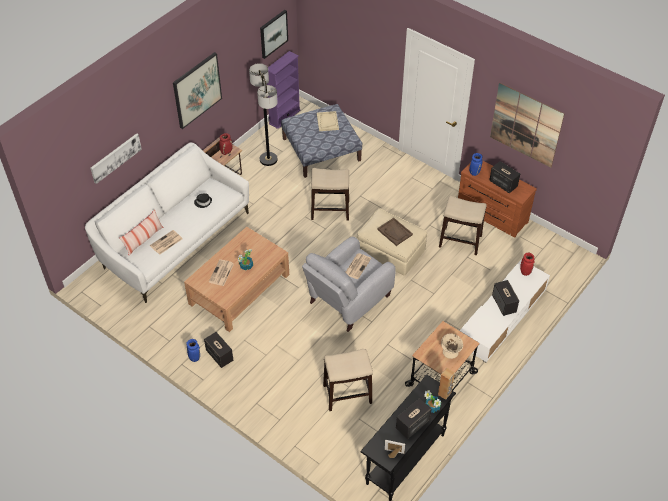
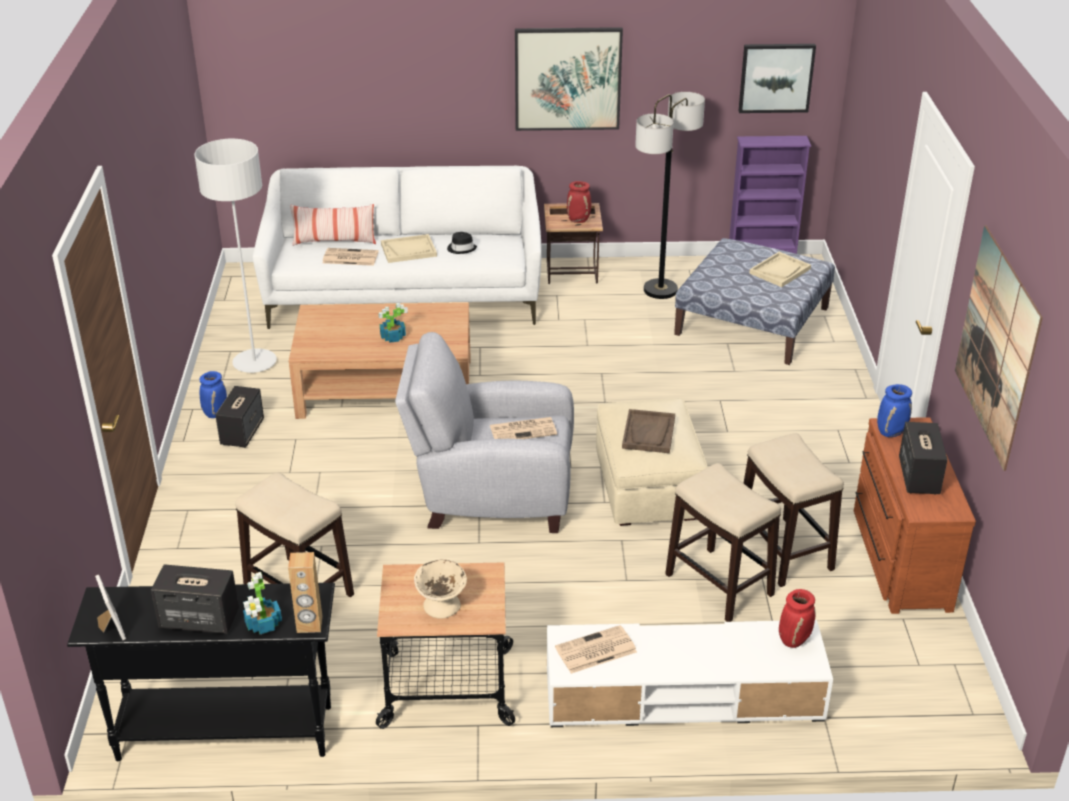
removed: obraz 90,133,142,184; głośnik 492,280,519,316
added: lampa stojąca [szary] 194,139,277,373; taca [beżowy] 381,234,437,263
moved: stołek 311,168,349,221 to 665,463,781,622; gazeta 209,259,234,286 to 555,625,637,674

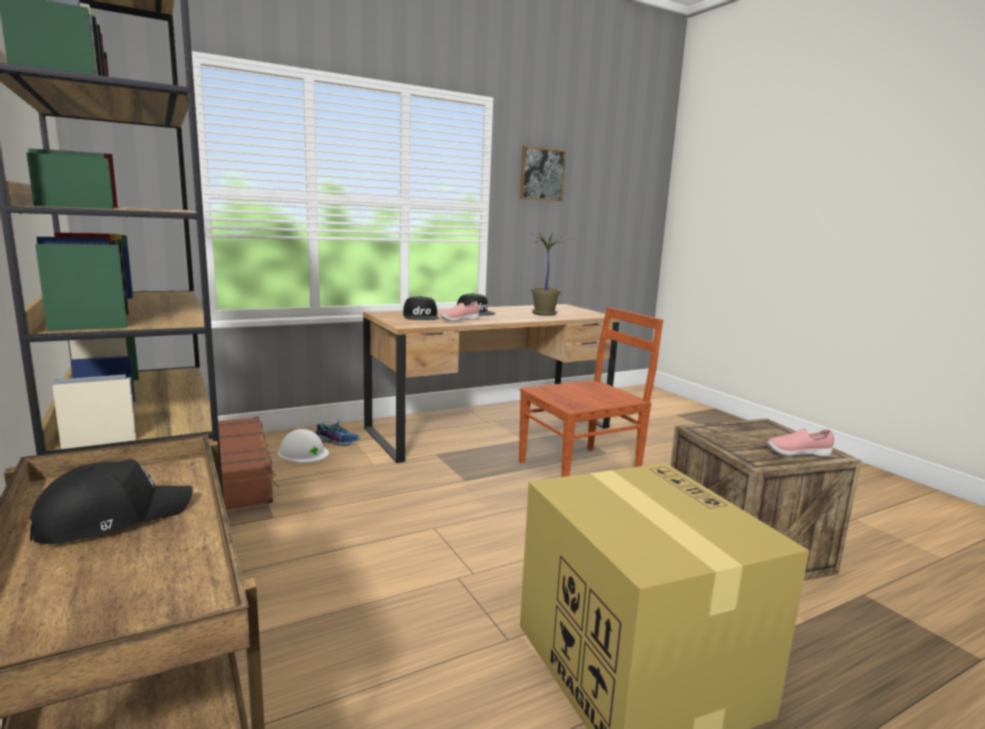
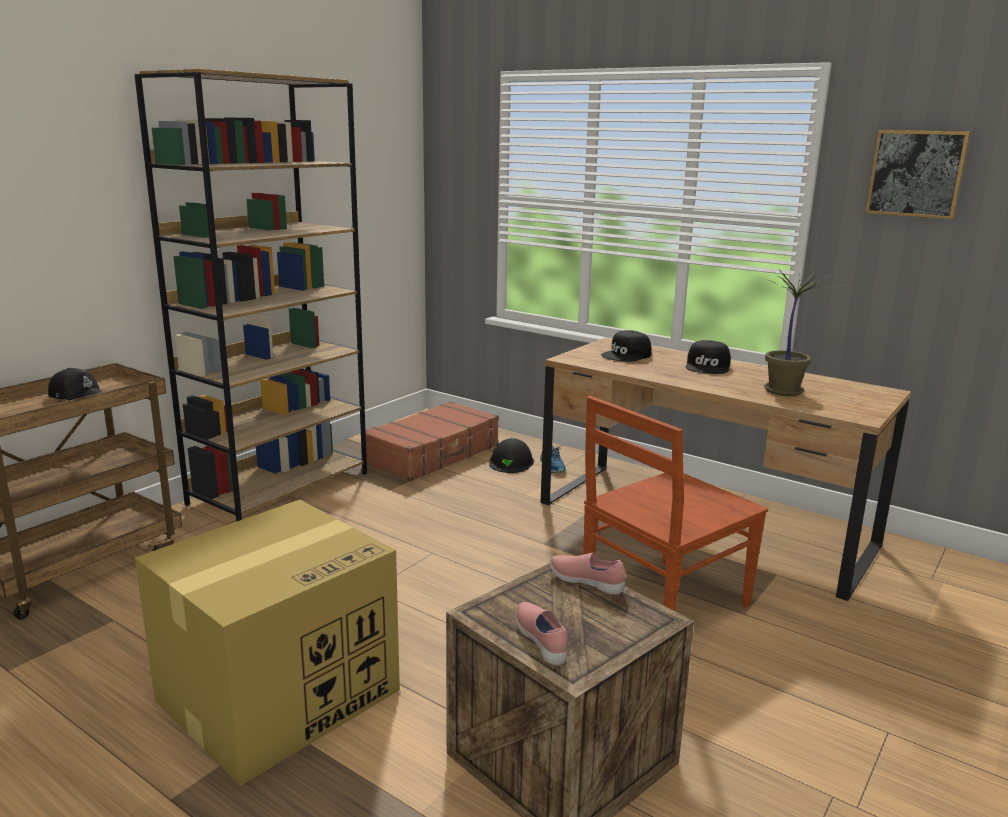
moved: but [różowy] 440,301,479,321 to 550,553,625,595
recoloured: kask [biały] 278,429,329,463 to kask [czarny] 489,438,534,473
turned: krzesło [brązowy] 519,307,663,477 = 583,396,768,612 105 degrees clockwise

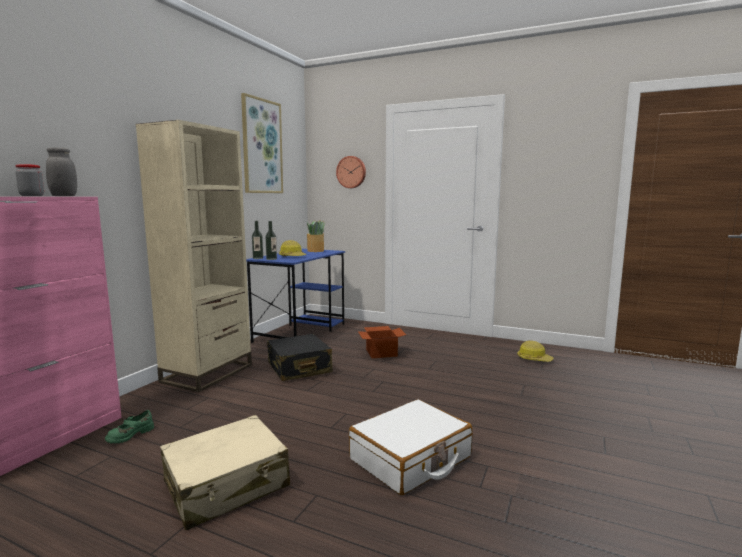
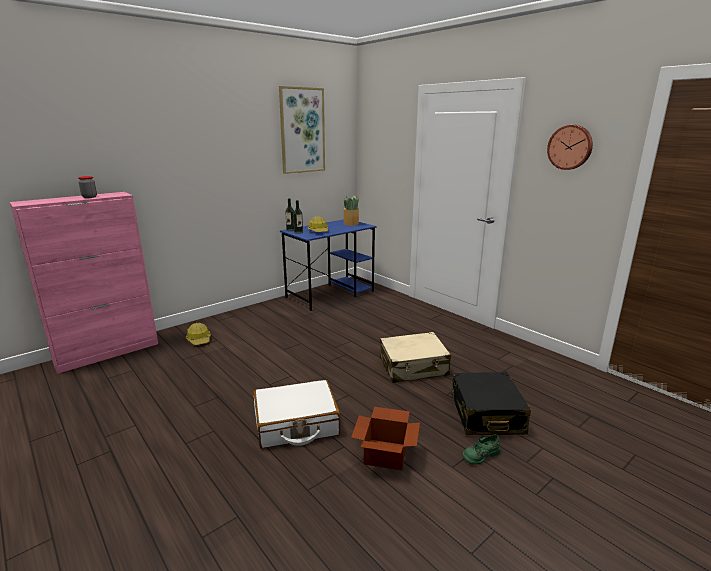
removed: regał [beżowy] 136,120,252,392; słoik [szary] 46,147,77,196
moved: zegar ścienny 336,156,366,188 to 547,125,593,170; karton 358,326,406,358 to 351,407,420,471; walizka [czarny] 267,334,333,381 to 452,372,531,435; kask 517,340,554,362 to 186,323,211,345; but [zielony] 105,410,154,444 to 462,435,500,465; walizka [beżowy] 160,415,290,530 to 380,332,451,383

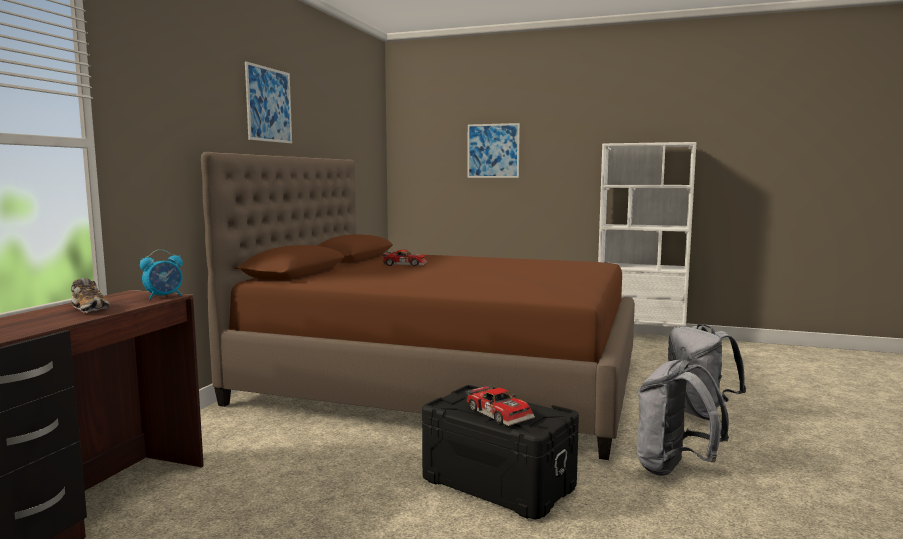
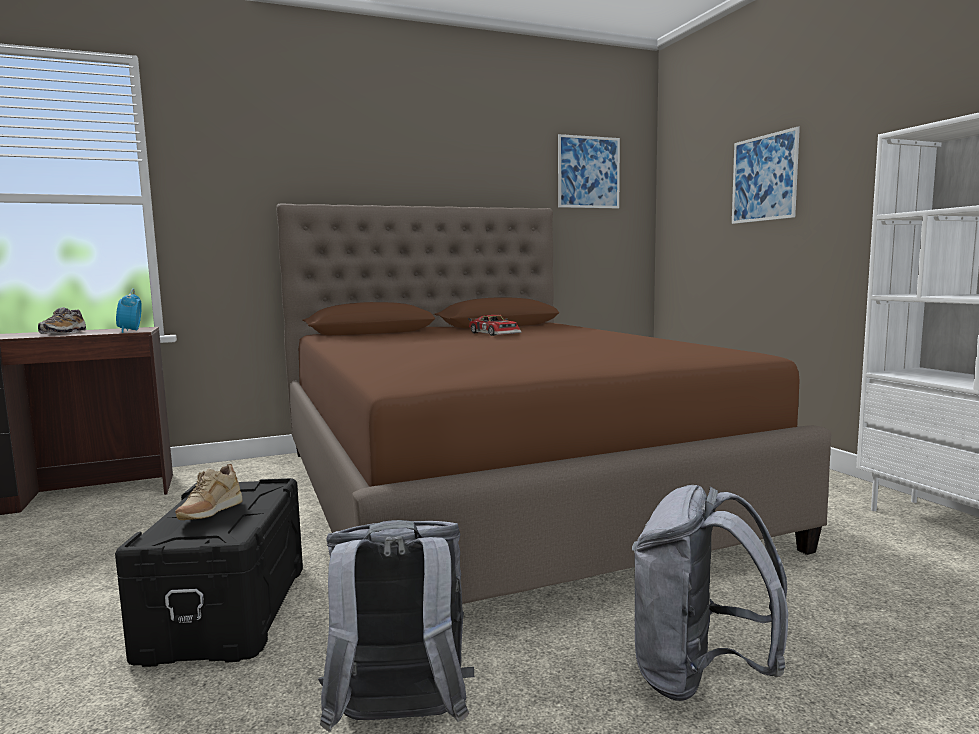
moved: obraz 245,61,292,143 to 558,134,620,208
replaced: samochodzik 465,384,535,426 to but [beżowy] 175,464,243,520
turned: budzik 140,249,183,300 = 116,288,142,333 60 degrees clockwise

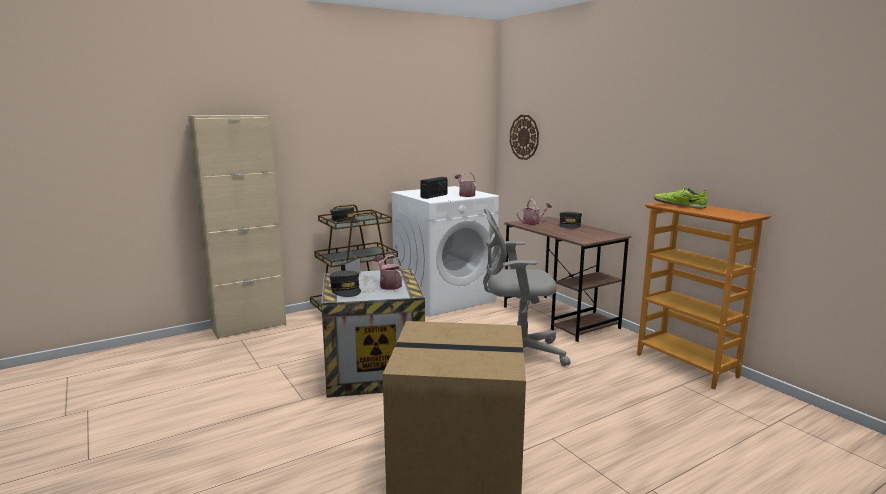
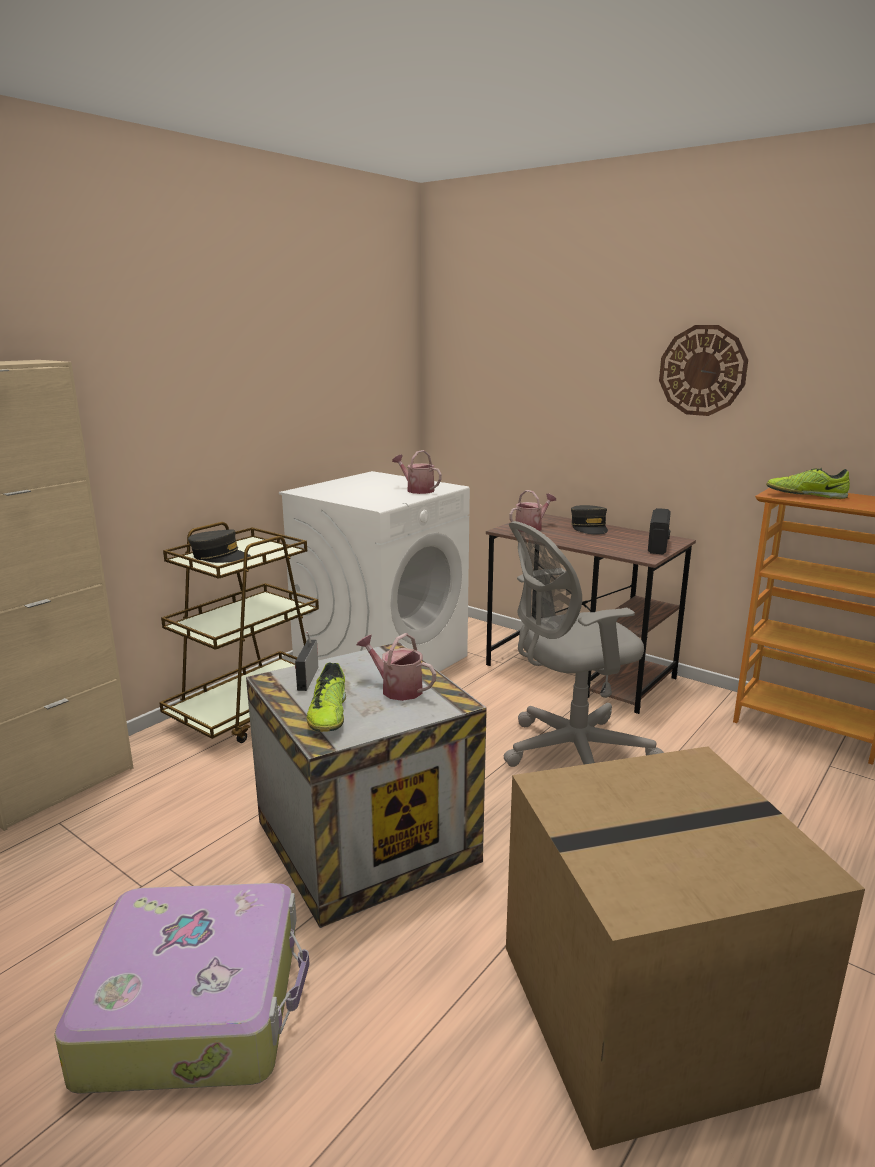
added: walizka 54,883,309,1094
moved: zegar ścienny 510,115,539,160 to 659,325,748,416; radio 420,177,447,199 to 648,508,671,554
replaced: czapka z daszkiem [szary] 329,271,361,297 to but 307,663,346,732

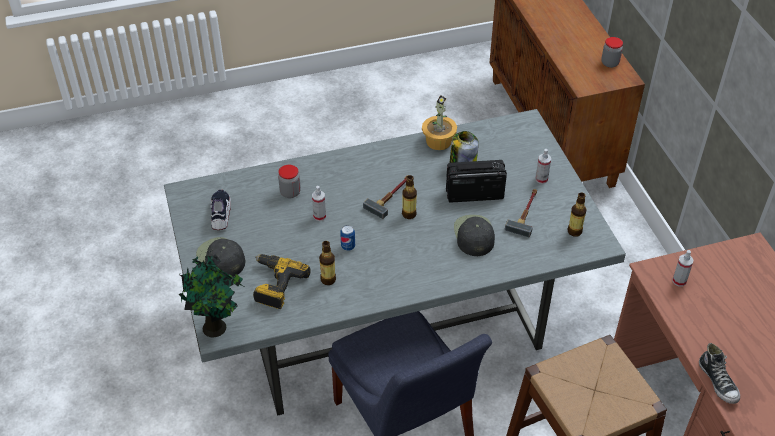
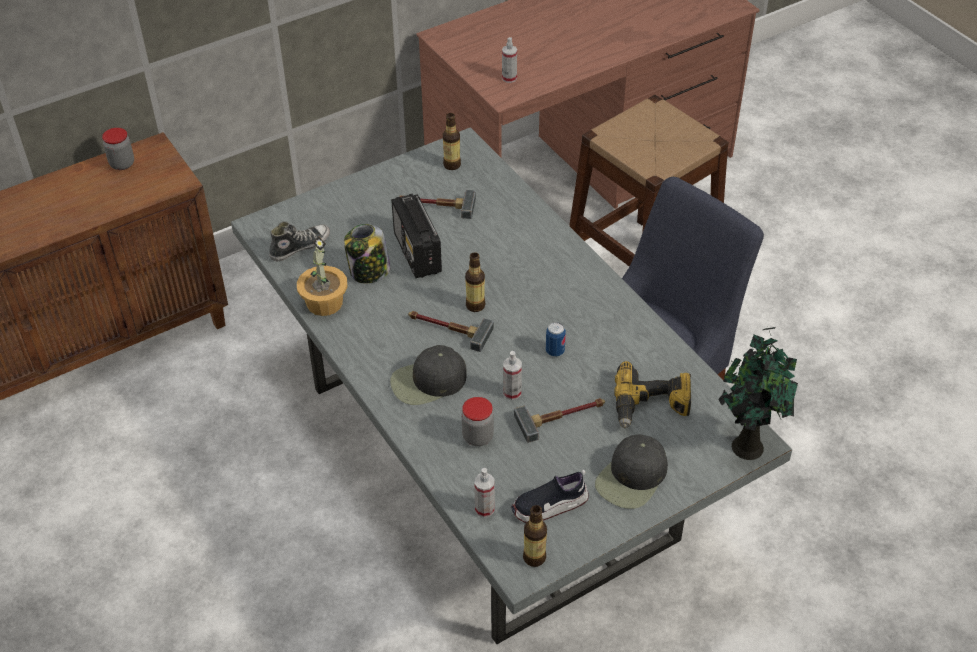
added: młotek 514,398,605,443
moved: spryskiwacz 536,149,551,184 to 474,468,495,517; czapka z daszkiem [czarny] 454,215,495,256 to 390,345,467,405; butelka 319,241,336,285 to 523,505,547,567; but 699,343,740,404 to 269,221,330,261

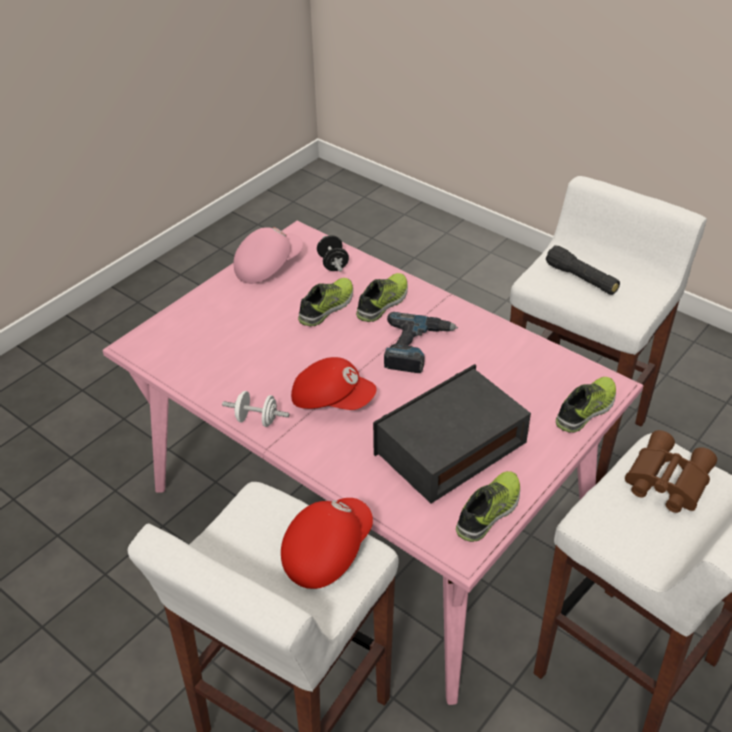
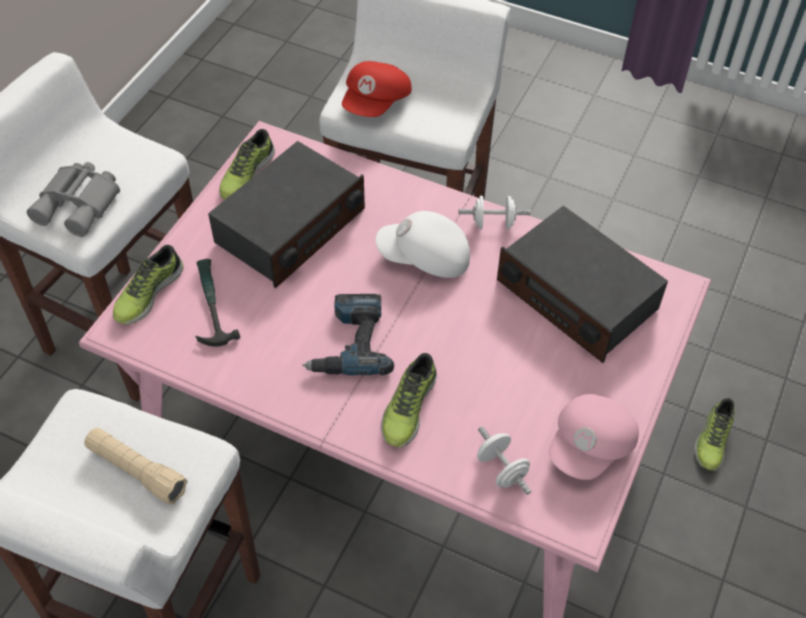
added: radio 497,206,668,363; młotek 195,259,240,347
moved: but 298,278,353,326 to 694,398,735,471
recoloured: hantel [czarny] 317,235,349,272 to hantel [biały] 477,426,531,495; latarka [czarny] 546,245,620,295 to latarka [beżowy] 84,428,188,504; czapka z daszkiem [czerwony] 291,357,376,410 to czapka z daszkiem [biały] 376,211,470,278; lornetka [brązowy] 625,430,717,513 to lornetka [szary] 27,162,120,237

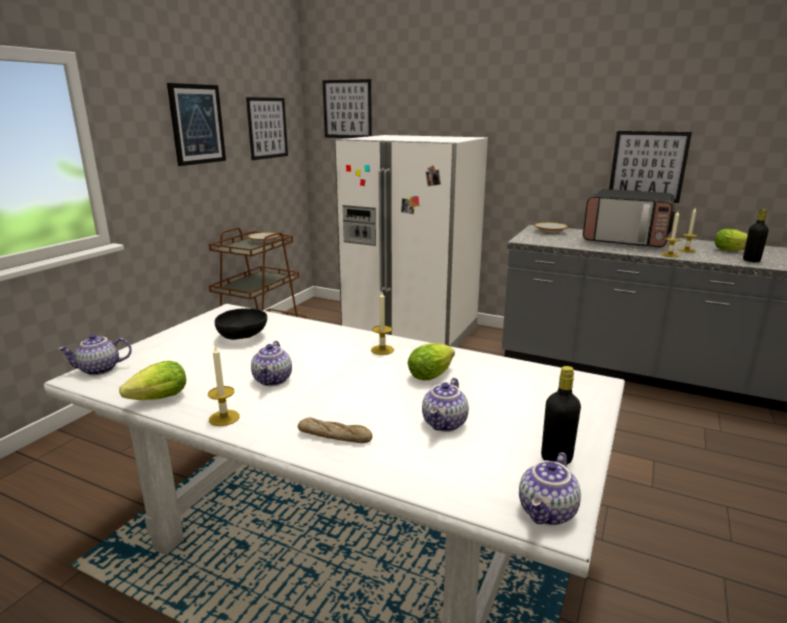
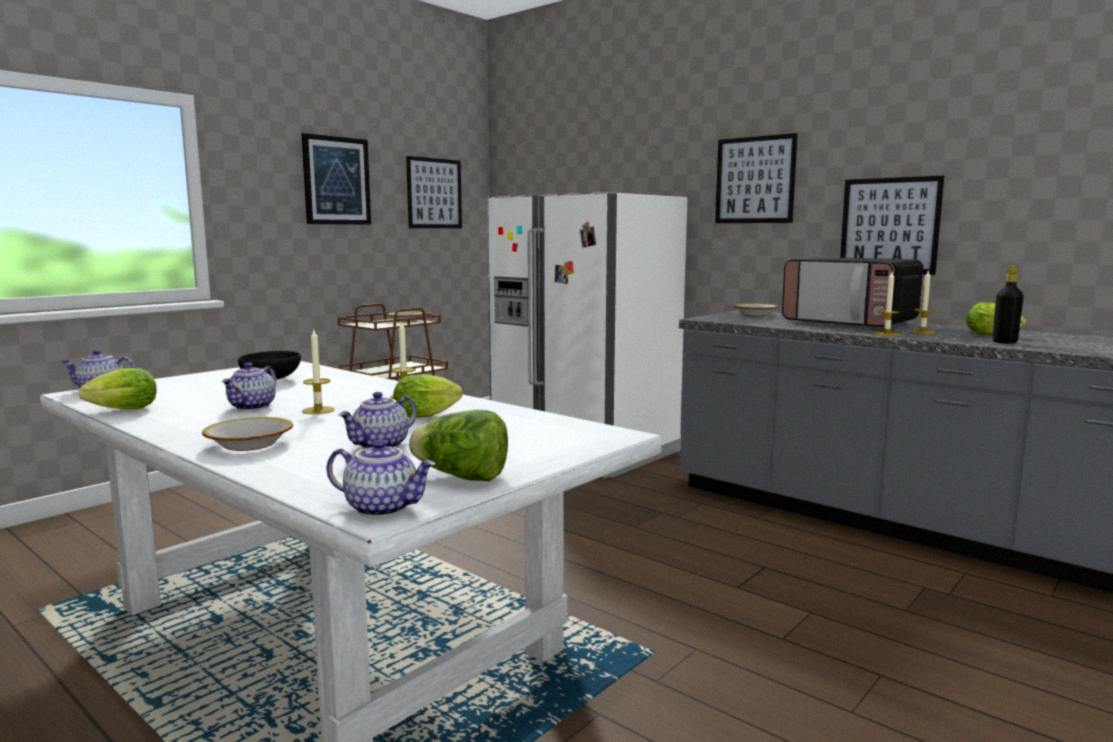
moved: obraz 322,79,372,138 to 715,133,798,223; świeca 208,345,240,426 to 302,330,335,414
replaced: butelka [czarny] 541,366,581,465 to sałata 409,410,508,481; chleb 298,417,372,443 to miska 202,417,293,451
turned: imbryk 519,452,581,525 = 327,439,436,517 120 degrees counterclockwise

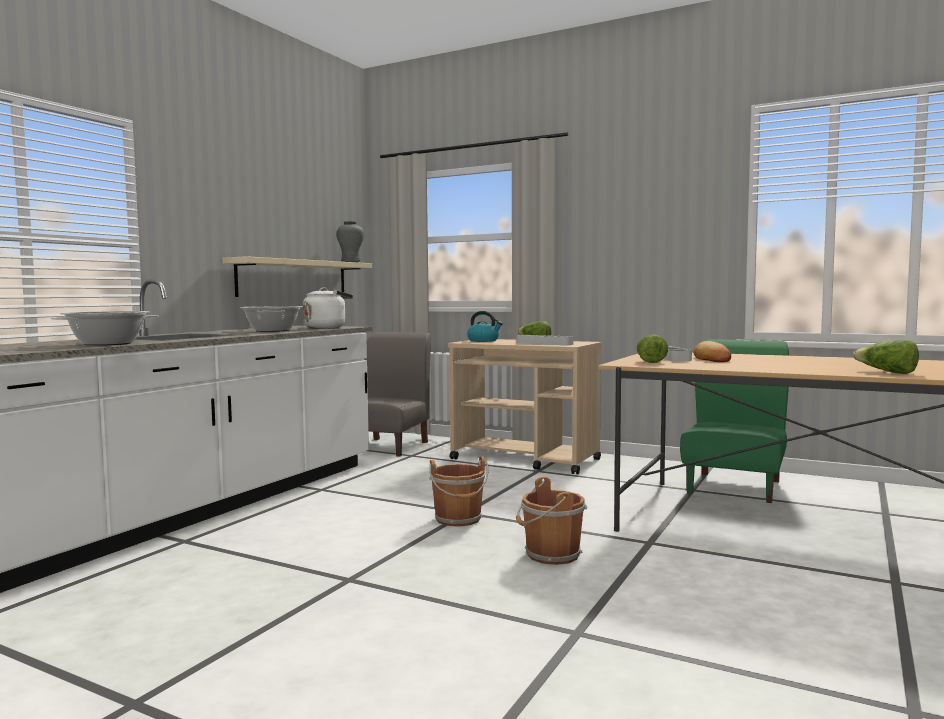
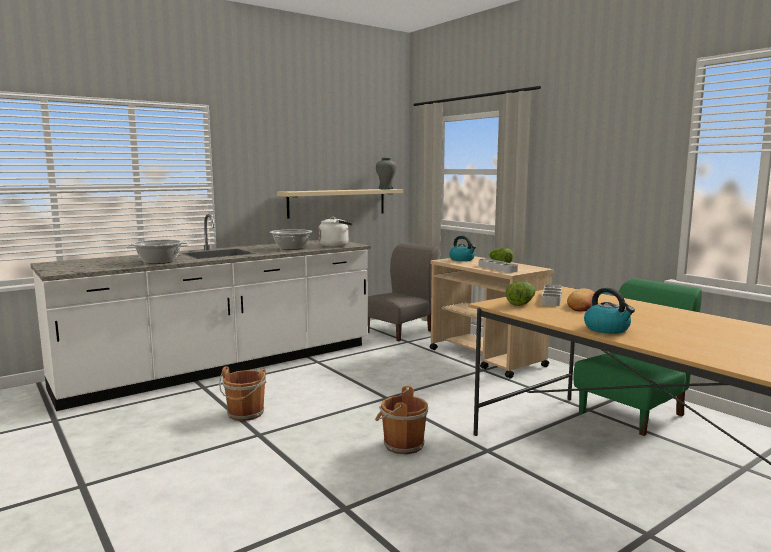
removed: sałata 853,340,919,374
added: czajnik 584,288,635,334
moved: wiadro [brązowy] 429,456,488,527 to 219,366,266,421

